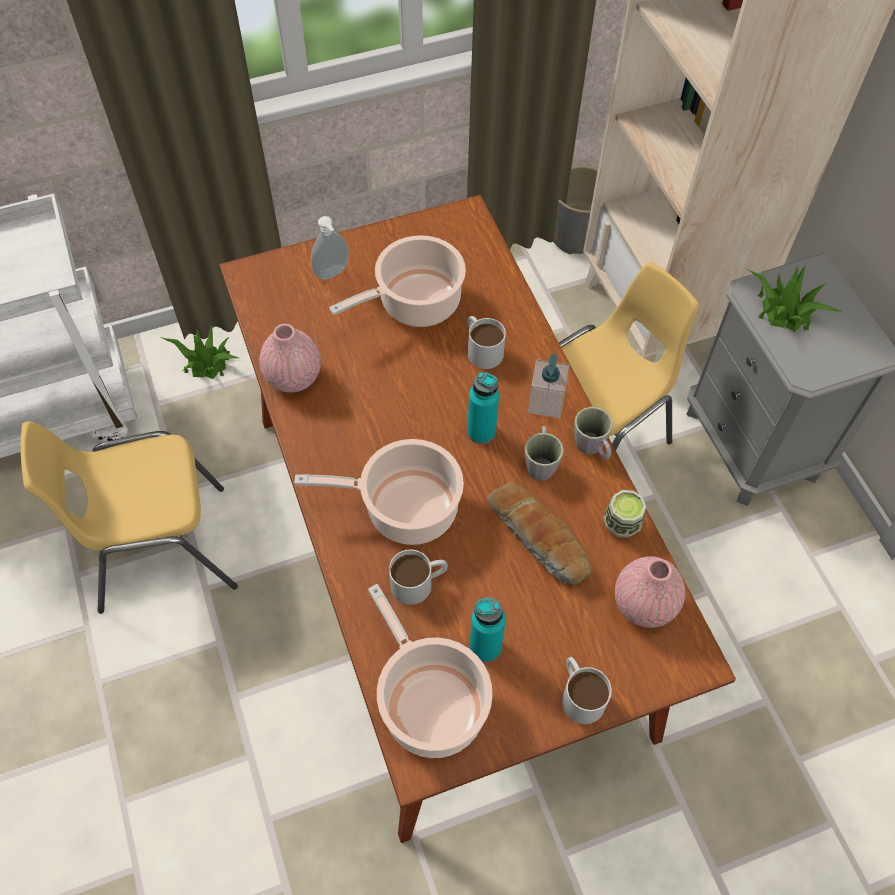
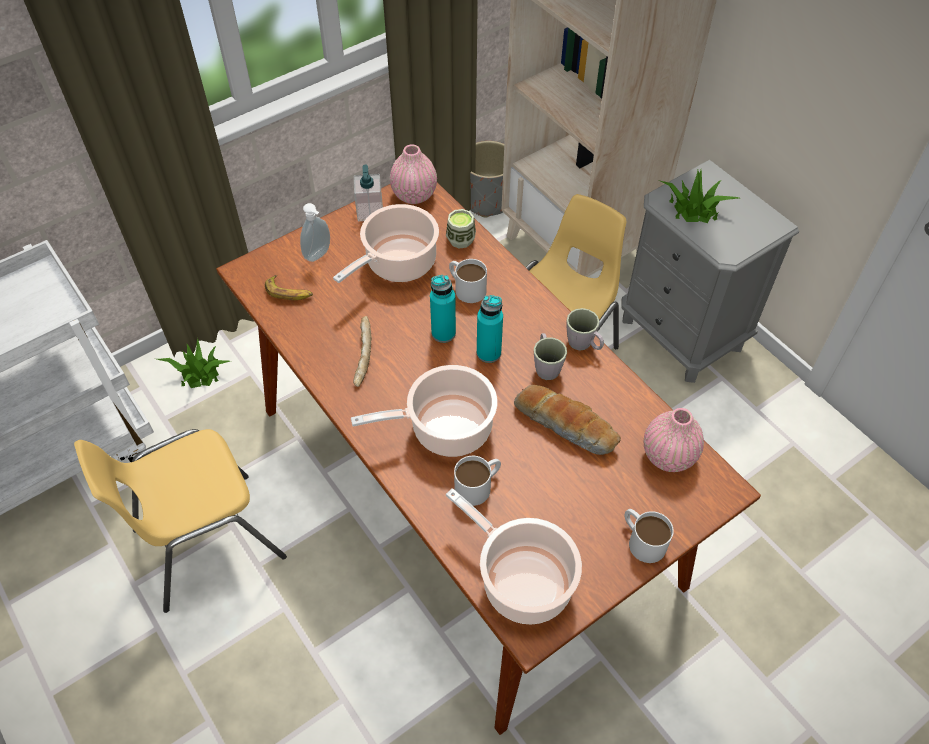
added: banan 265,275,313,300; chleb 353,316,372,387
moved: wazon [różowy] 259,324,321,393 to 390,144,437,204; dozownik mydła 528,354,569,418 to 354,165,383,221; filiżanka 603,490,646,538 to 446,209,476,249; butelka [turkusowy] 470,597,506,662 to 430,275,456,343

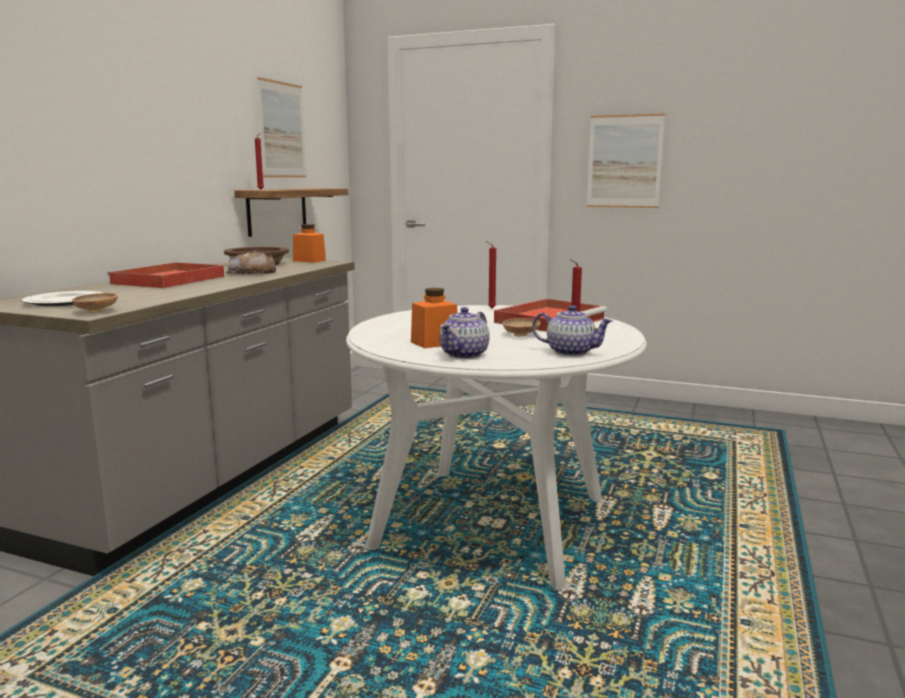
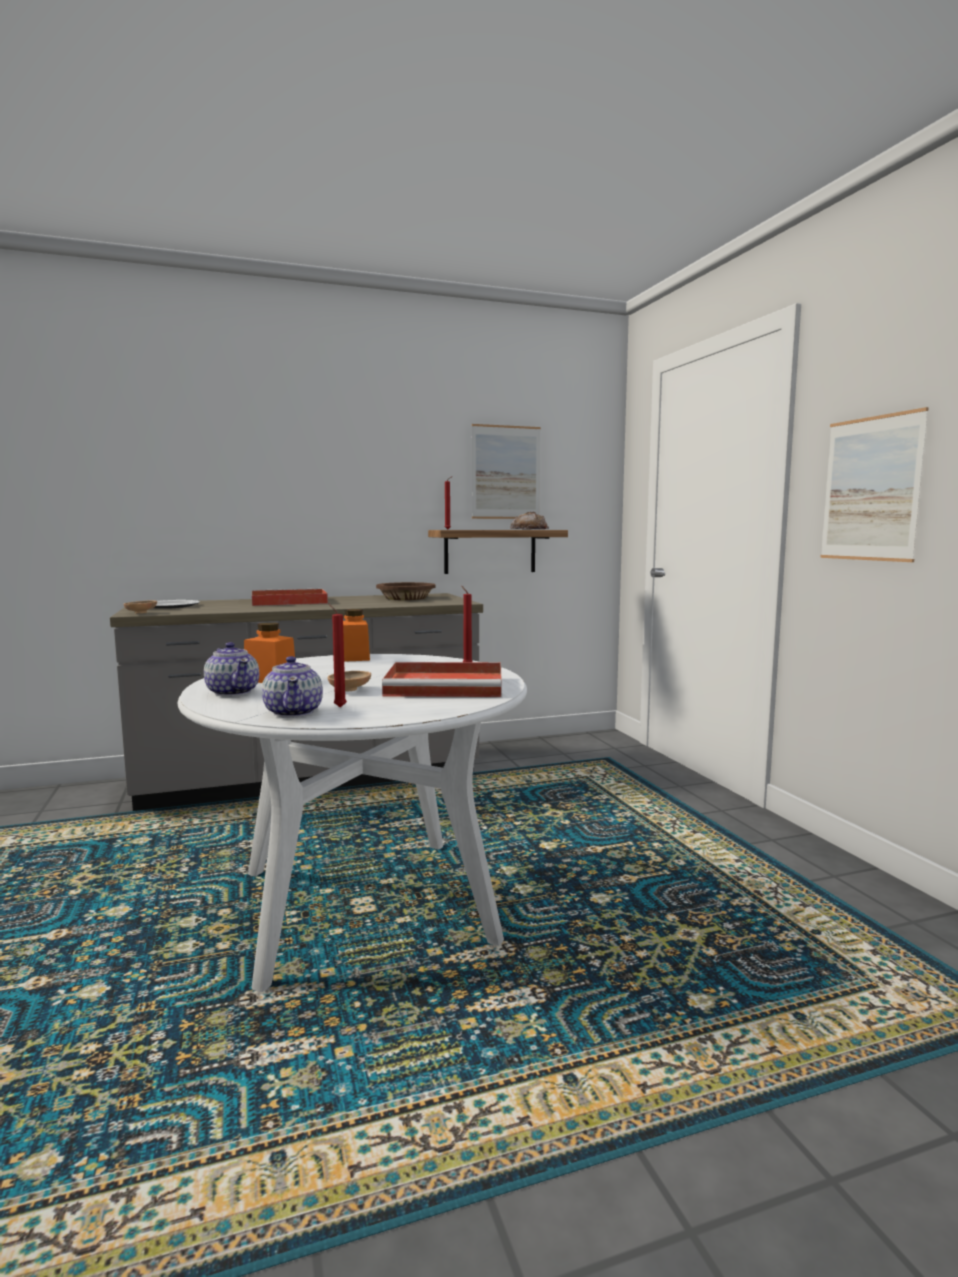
moved: słoik [pomarańczowy] 293,224,326,263 to 343,609,370,662; chleb 226,250,276,274 to 510,511,549,530
turned: imbryk 439,307,490,359 = 204,642,259,697 120 degrees counterclockwise

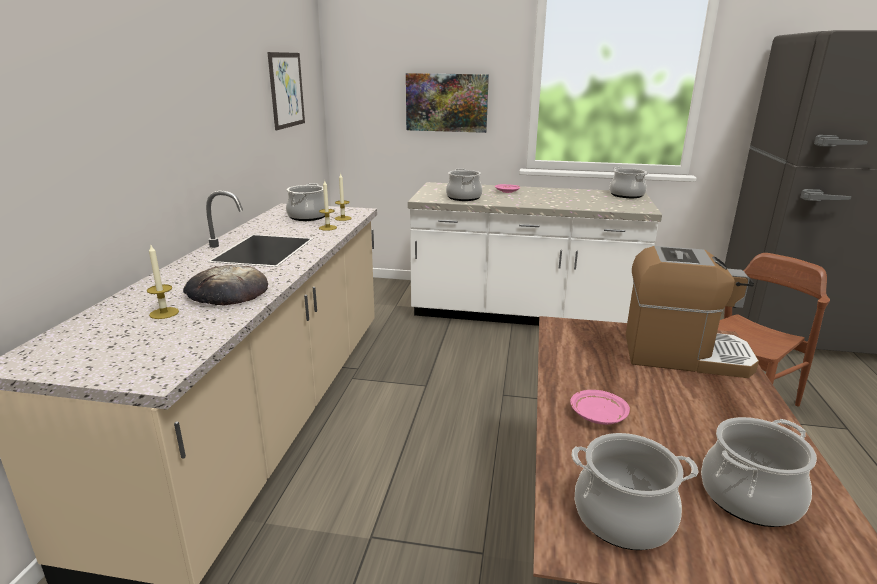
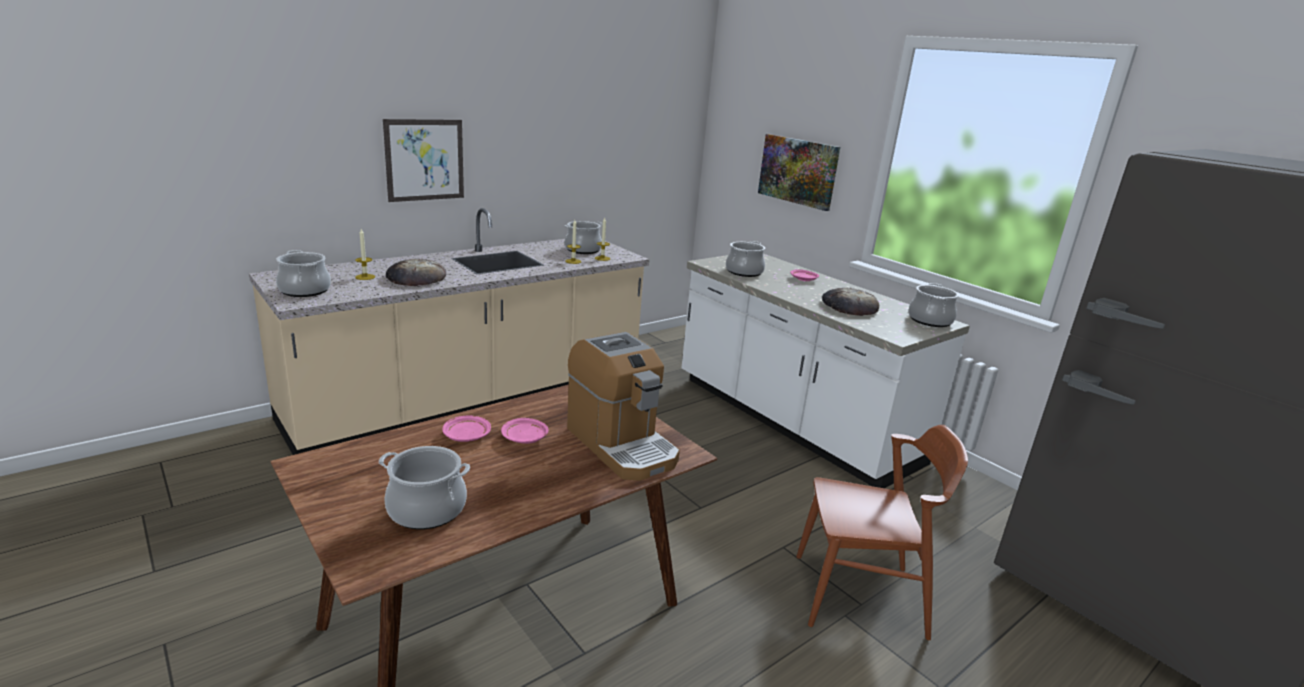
added: chleb 822,288,879,316; talerz [różowy] 501,418,549,444
moved: obraz 267,52,305,130 to 383,119,464,202; garnek 572,433,698,550 to 276,250,331,297

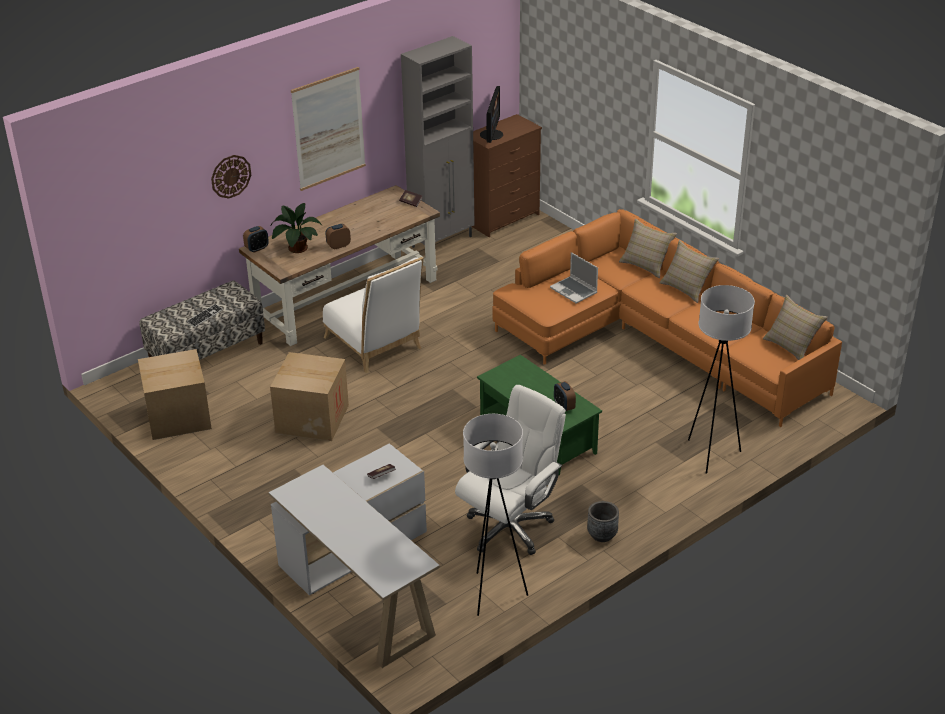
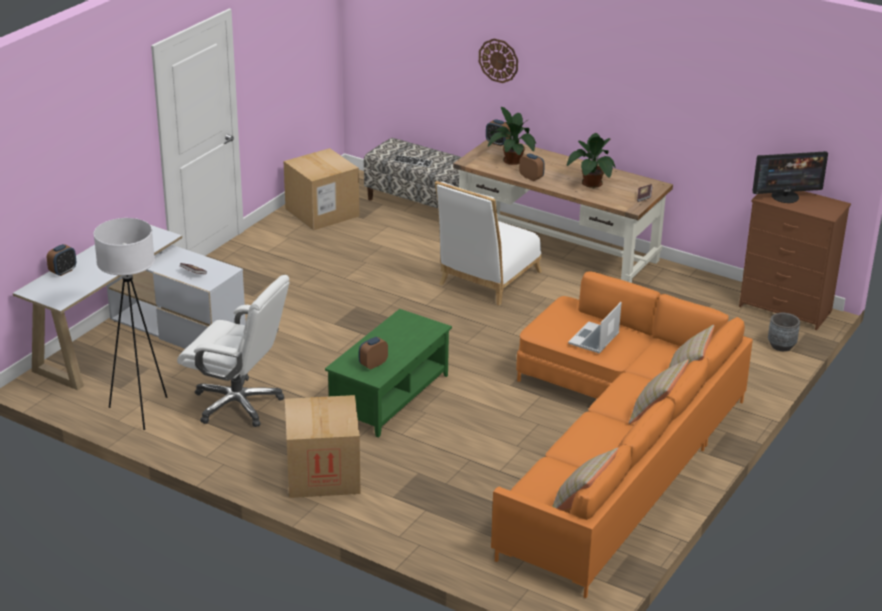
removed: szafka [szary] 401,36,475,248; obraz 291,67,366,191; lampa stojąca [biały] 688,285,755,474
added: roślina doniczkowa 567,133,615,188; budzik 47,244,76,276
moved: karton 270,352,349,441 to 285,395,361,498; donica [szary] 587,501,619,542 to 768,313,800,351

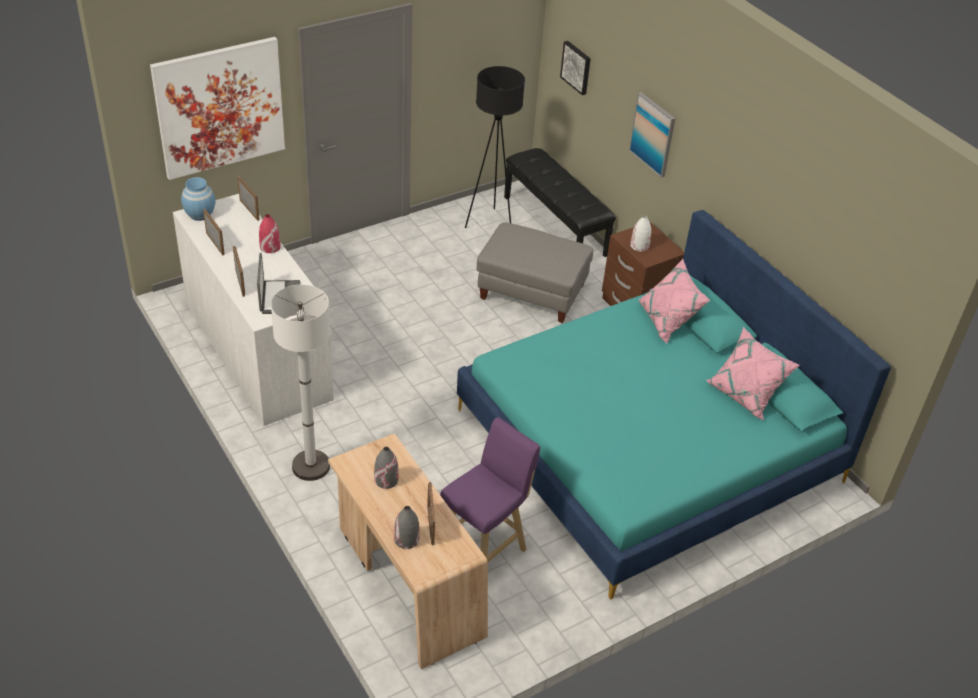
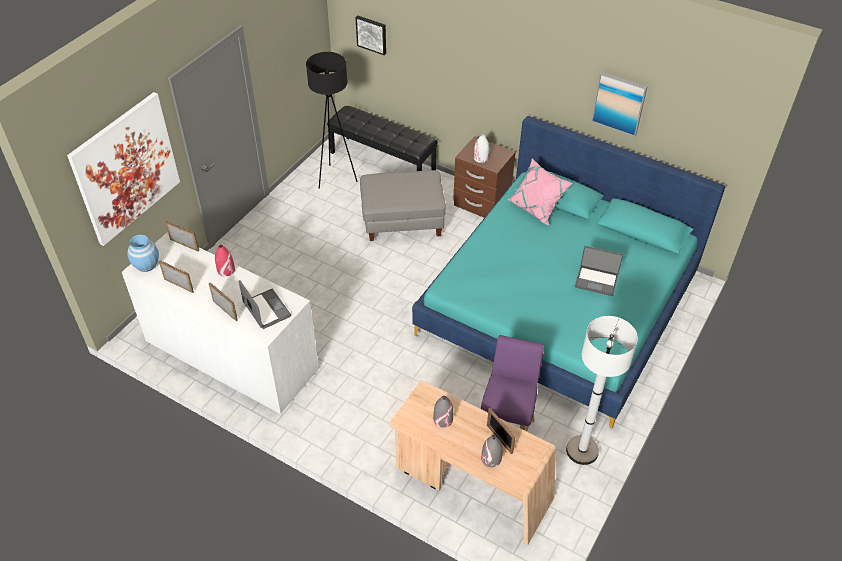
removed: poduszka [różowy] 706,327,800,420
added: laptop 575,246,623,296
moved: obraz 629,92,675,178 to 591,72,647,137; lampa stojąca [biały] 271,285,331,481 to 566,316,638,465

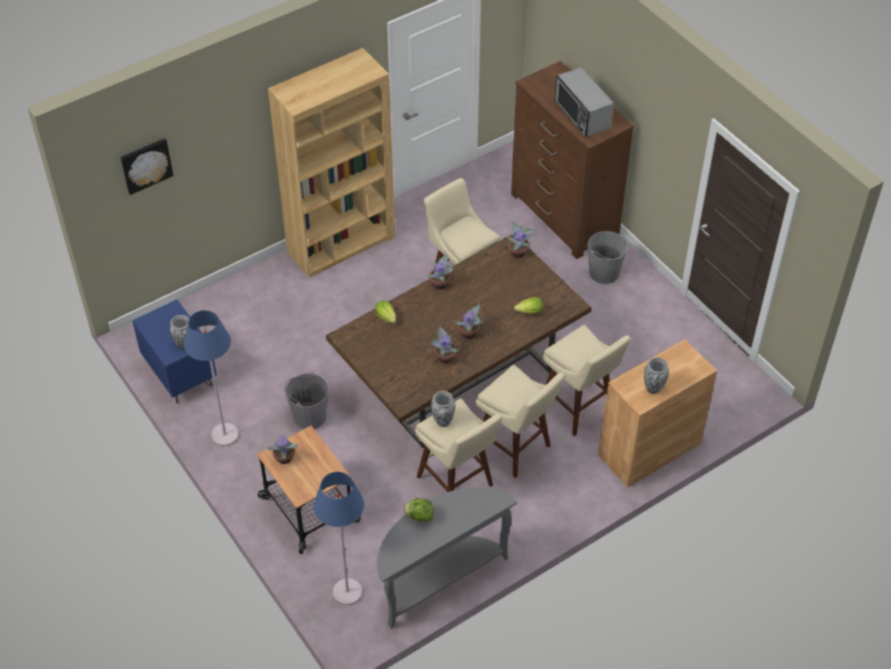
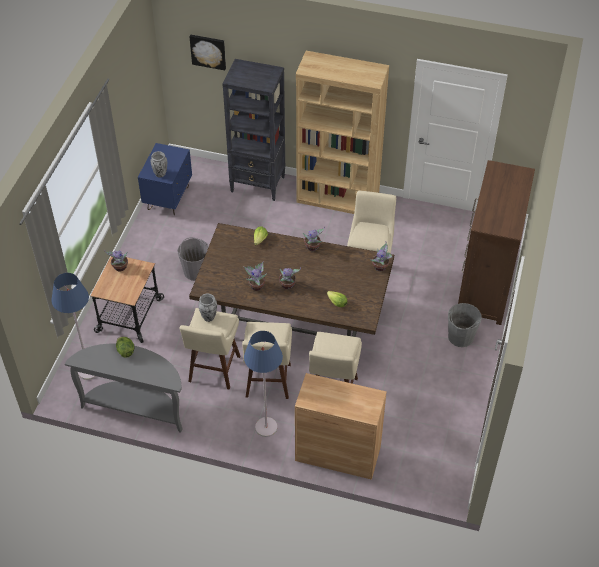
removed: mikrofalówka 554,67,614,137; wazon 644,357,669,394
added: regał [czarny] 222,59,285,201
moved: lampa stojąca [niebieski] 184,310,239,446 to 244,331,283,437

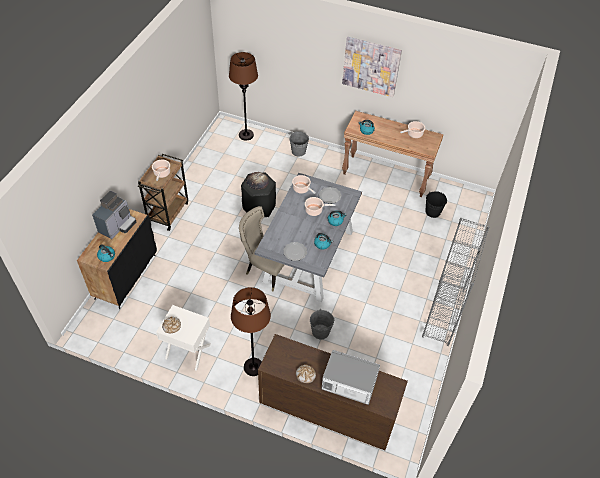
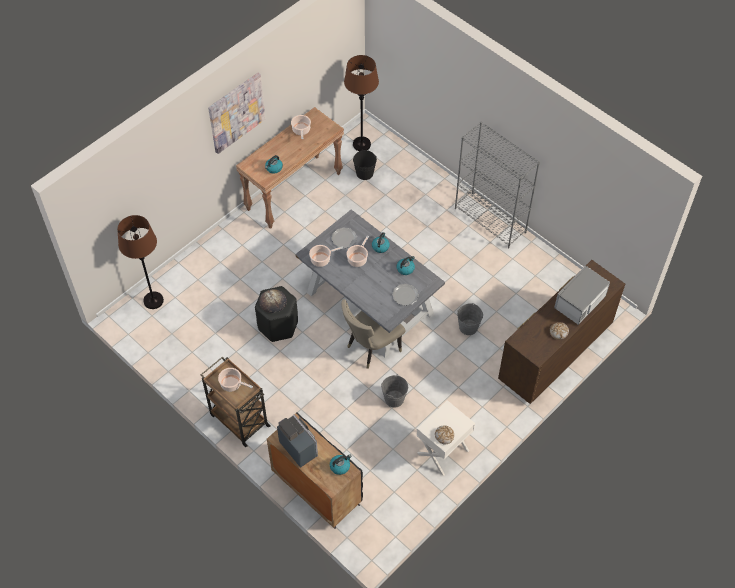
moved: wiadro [szary] 289,131,309,157 to 381,375,408,408; lampa stojąca [brązowy] 231,287,271,376 to 344,55,379,151

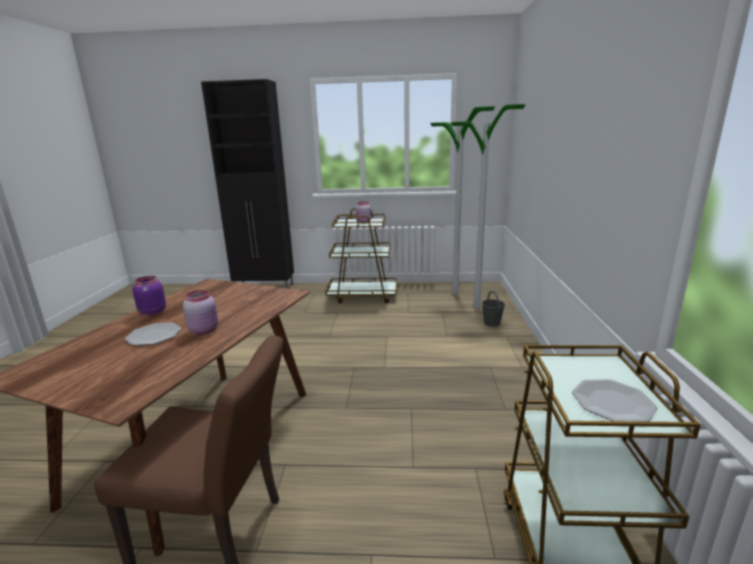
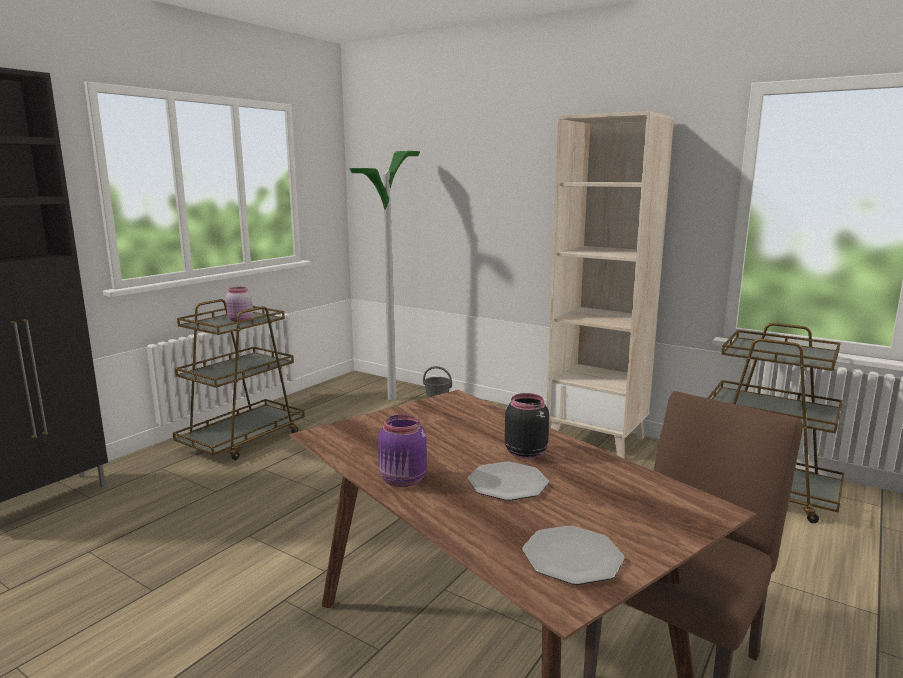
removed: lampa stojąca 431,106,495,295
added: regał [beżowy] 546,111,674,459
moved: talerz 572,379,657,422 to 522,526,625,585
recoloured: słoik [różowy] 183,290,218,335 to słoik [czarny] 505,393,549,459

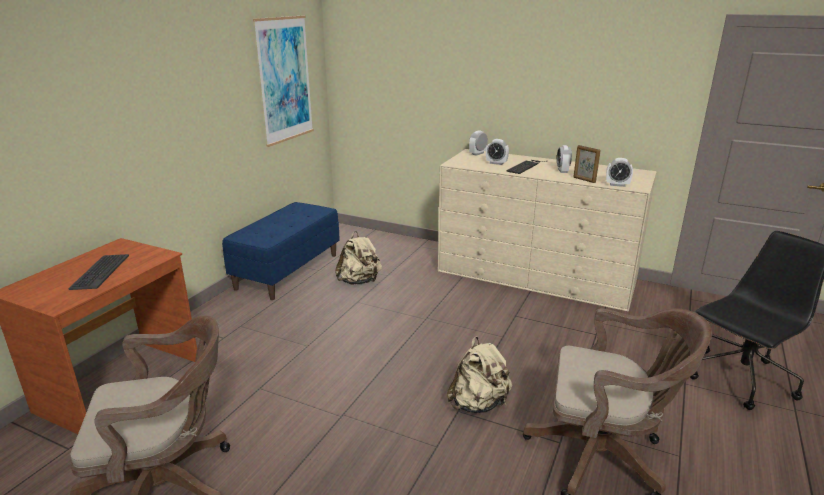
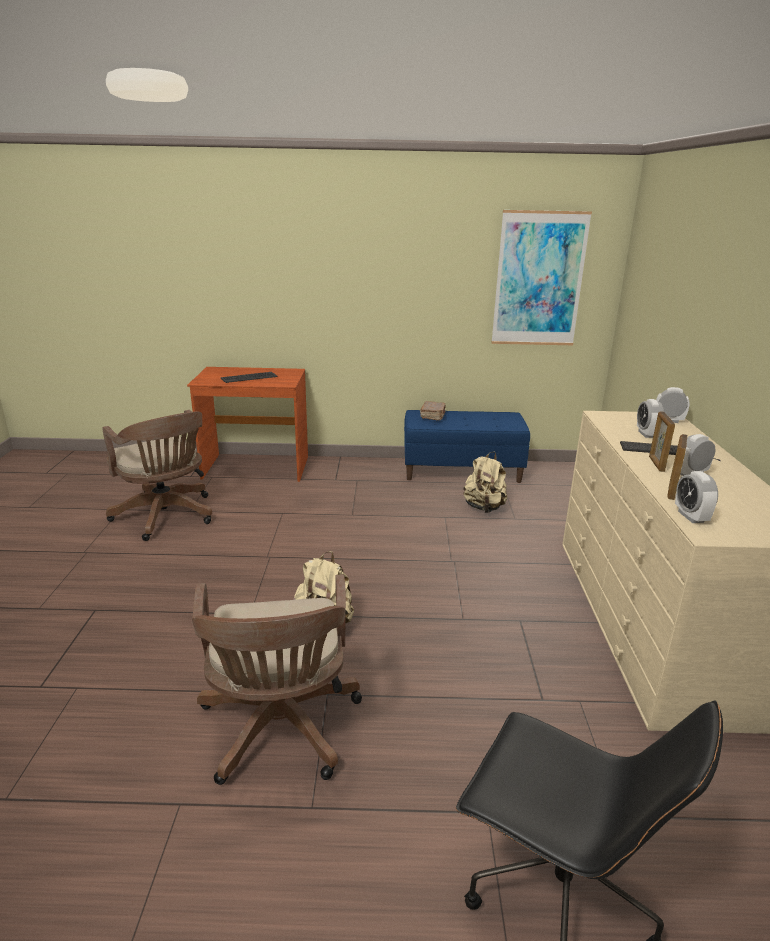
added: książka [brązowy] 420,401,446,420; ramka na zdjęcie 649,411,675,472

